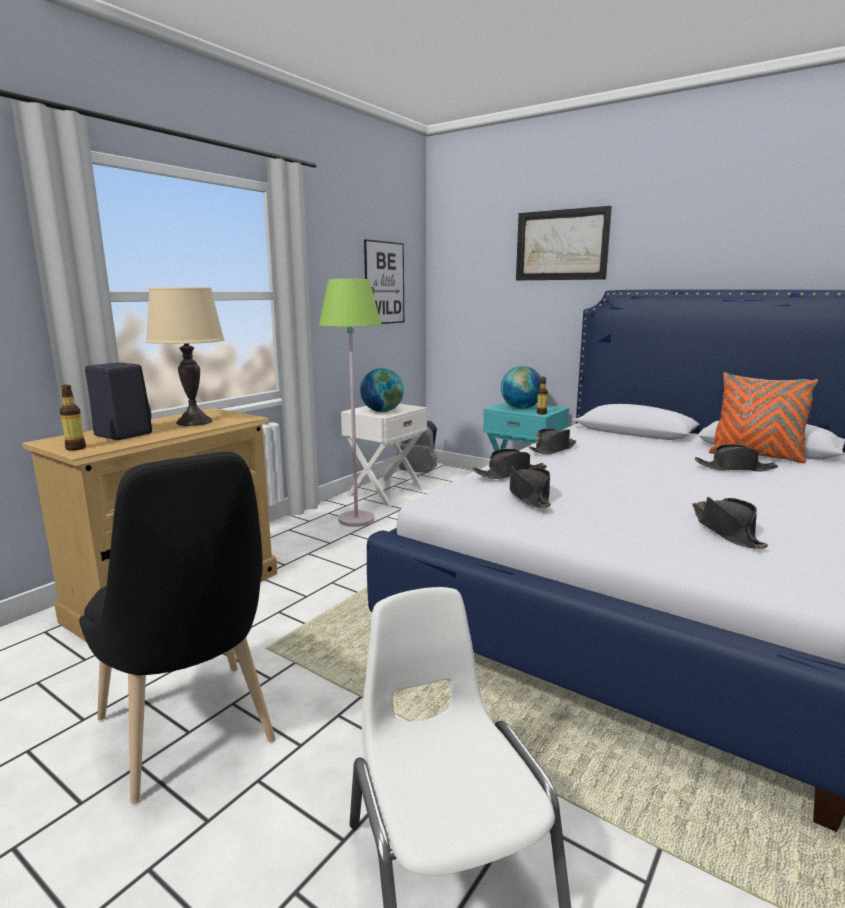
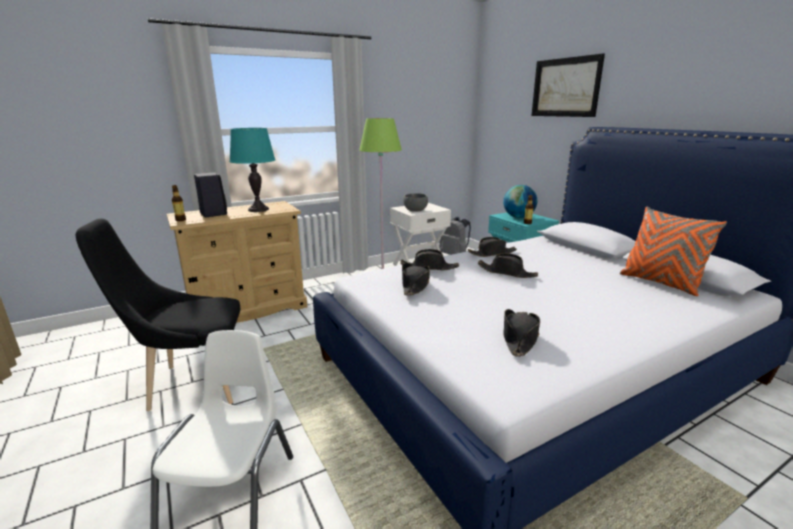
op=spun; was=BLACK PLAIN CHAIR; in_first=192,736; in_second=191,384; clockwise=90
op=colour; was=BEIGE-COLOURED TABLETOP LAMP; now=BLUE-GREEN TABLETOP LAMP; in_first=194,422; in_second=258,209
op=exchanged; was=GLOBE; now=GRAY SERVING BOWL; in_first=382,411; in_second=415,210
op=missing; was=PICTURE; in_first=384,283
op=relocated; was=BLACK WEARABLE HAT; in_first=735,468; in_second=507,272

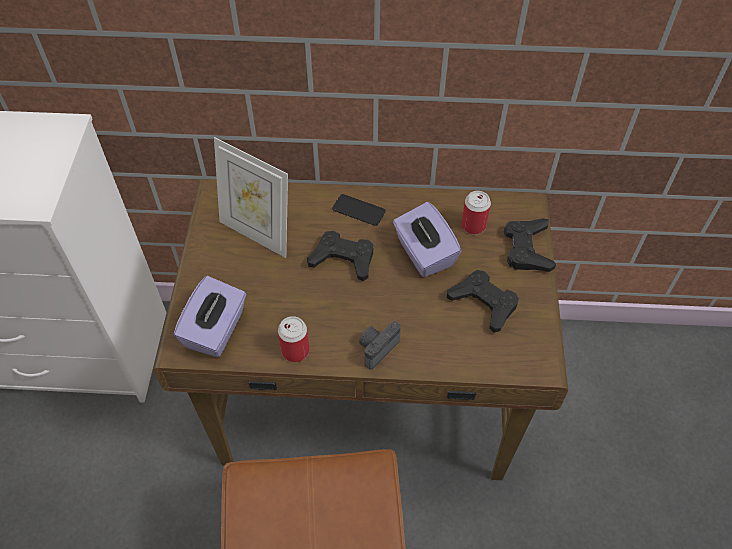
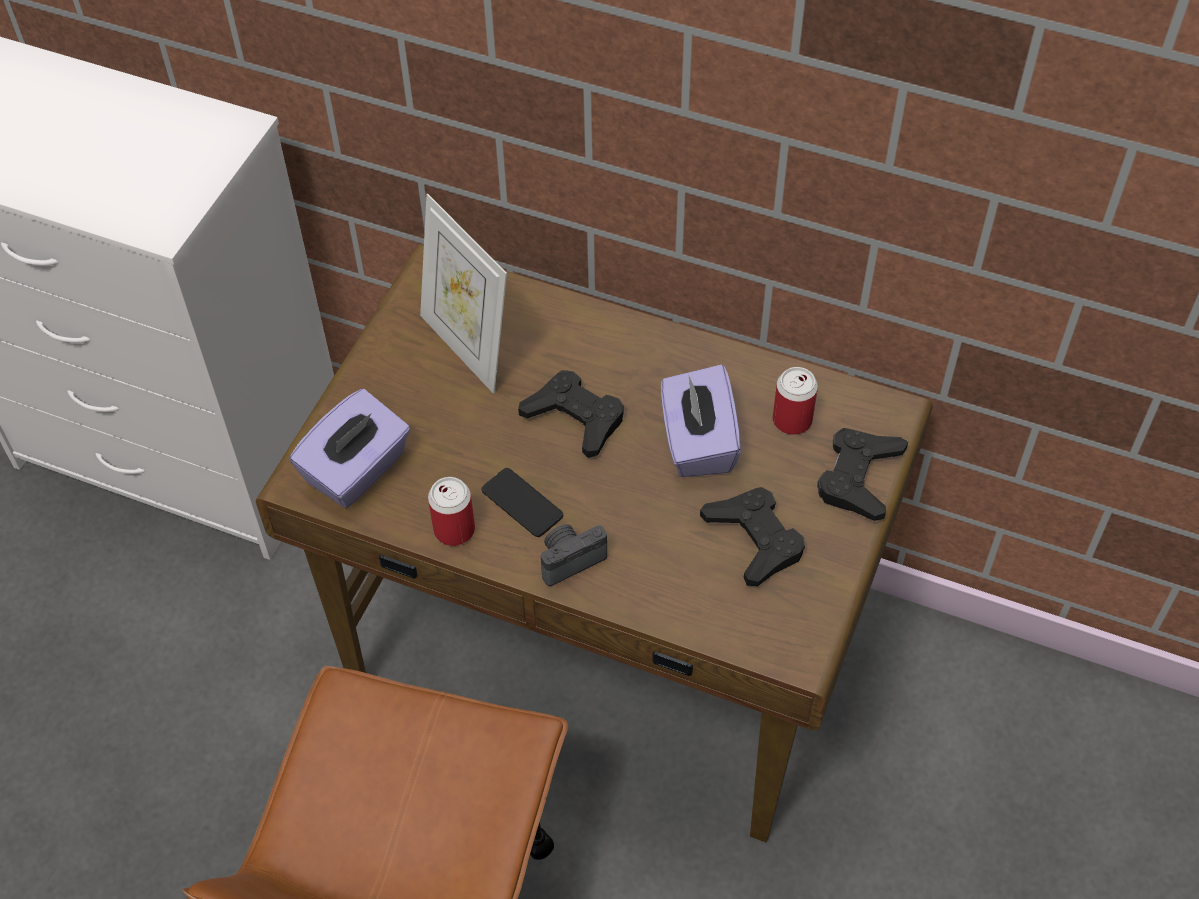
op=relocated; was=HANDSET; in_first=358,210; in_second=522,503

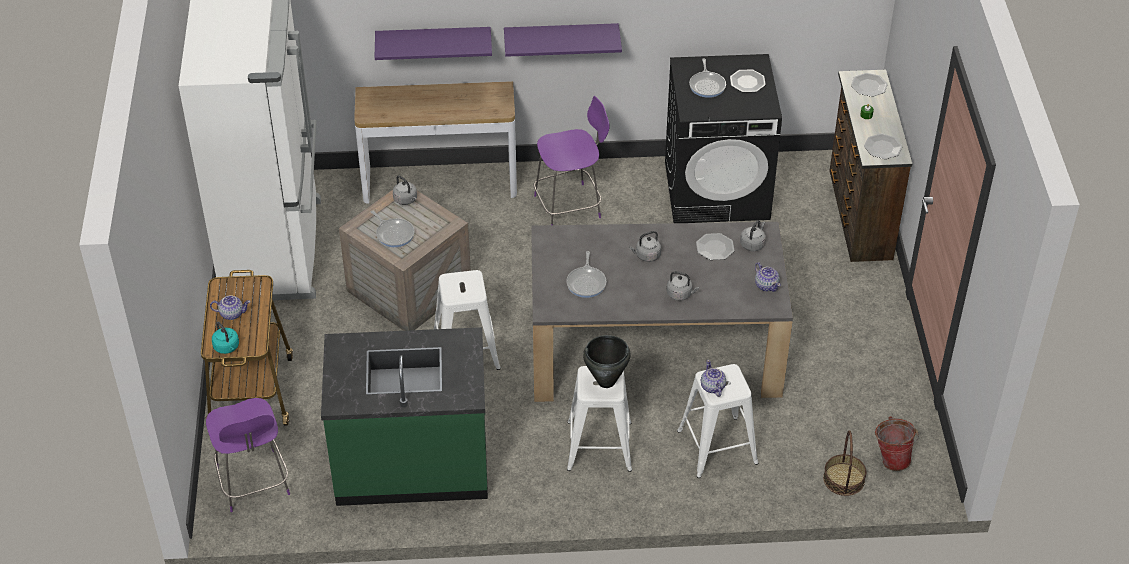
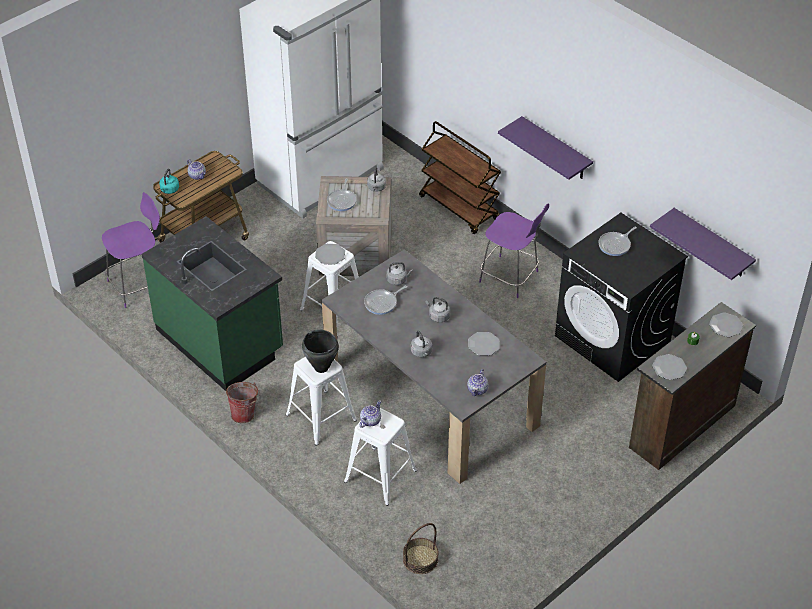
op=spun; was=PURPLE PLAIN CHAIR; in_first=253,483; in_second=138,285; clockwise=-150
op=exchanged; was=HALL TABLE; now=BROWNISH TROLLEY; in_first=440,182; in_second=459,208
op=relocated; was=PURPLE BRACKET SHELF; in_first=433,42; in_second=712,244
op=relocated; was=PLATE; in_first=747,82; in_second=330,255
op=relocated; was=GRAY WATER KETTLE; in_first=753,244; in_second=398,280
op=relocated; was=PAIL; in_first=892,458; in_second=245,413

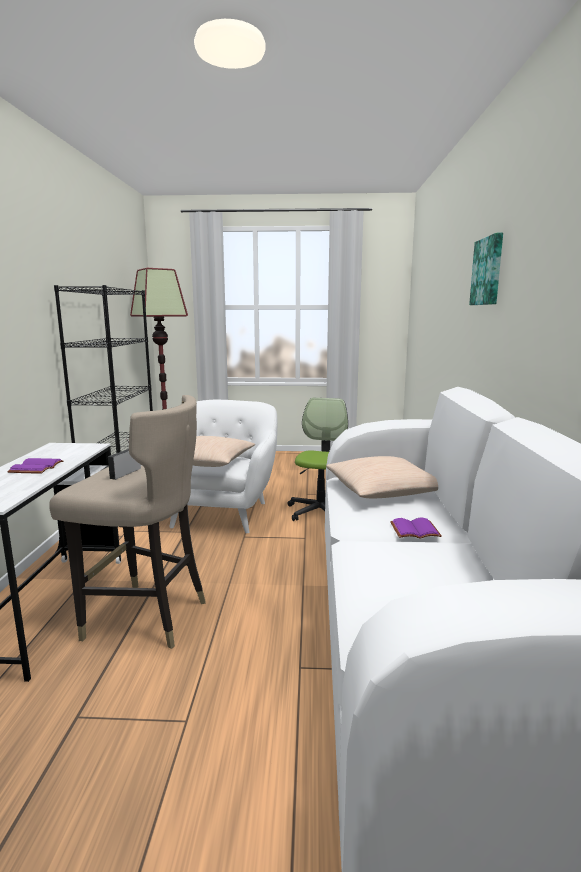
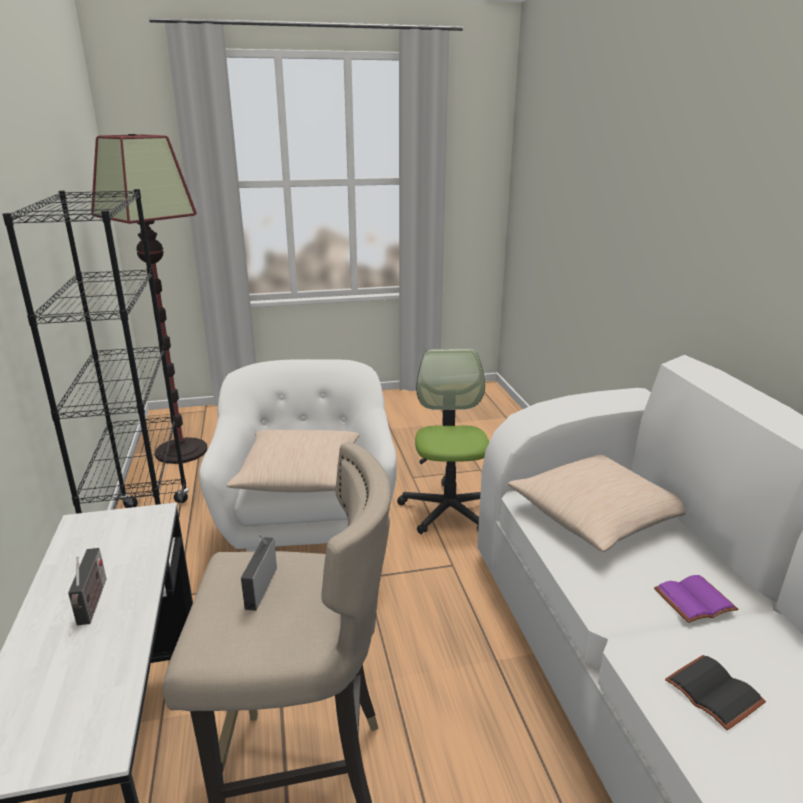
op=exchanged; was=PURPLE BOOK; now=RADIO SET; in_first=35,467; in_second=92,603
op=missing; was=PICTURE; in_first=488,271
op=appeared; now=BLACK BOOK; in_second=716,692

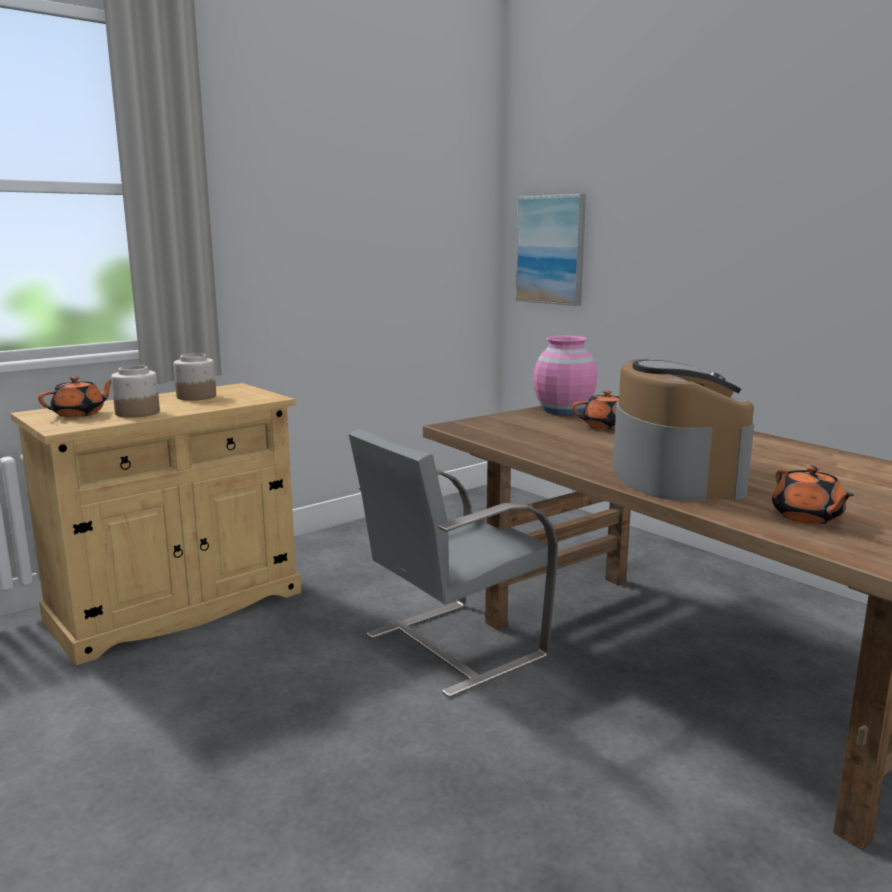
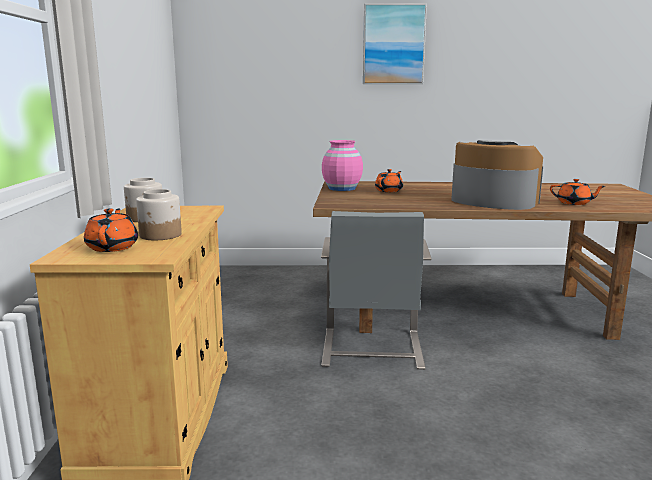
op=relocated; was=PICTURE; in_first=551,250; in_second=393,45

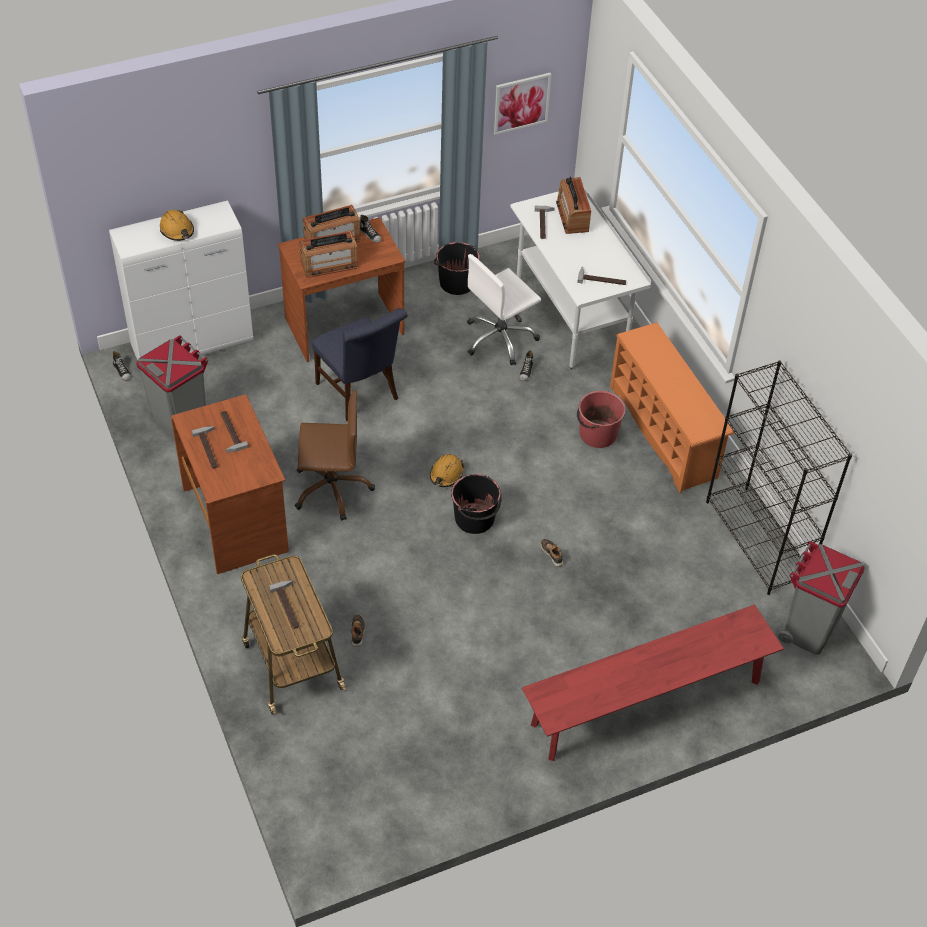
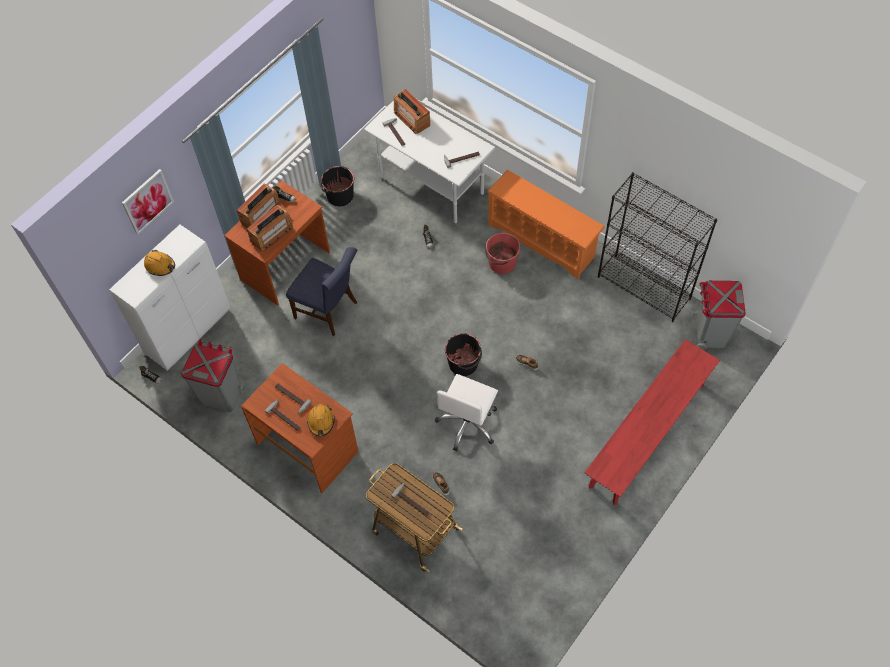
op=missing; was=BROWNISH OFFICE CHAIR; in_first=332,488
op=relocated; was=ORANGEY HARD HAT; in_first=446,474; in_second=321,422
op=relocated; was=WHITISH OFFICE CHAIR; in_first=500,339; in_second=468,423
op=relocated; was=PICTURE; in_first=521,103; in_second=147,201

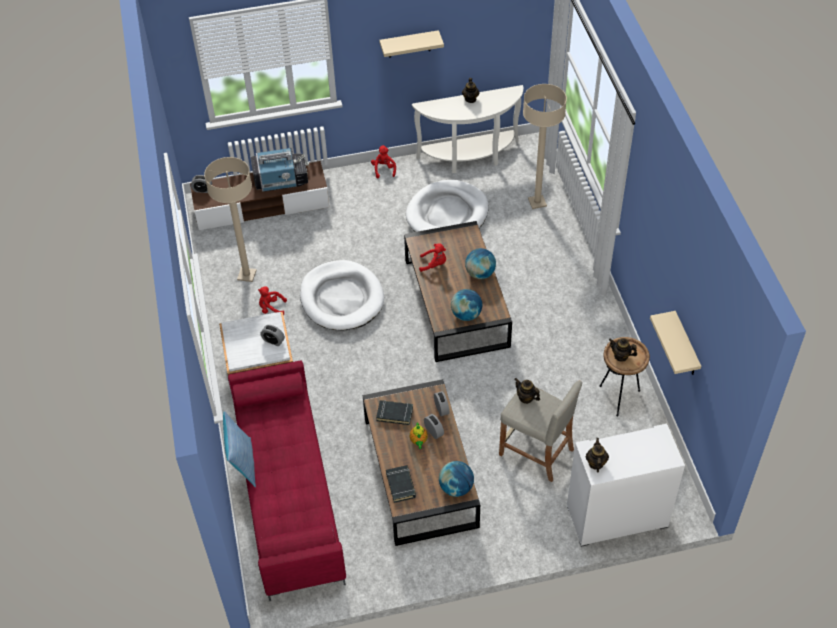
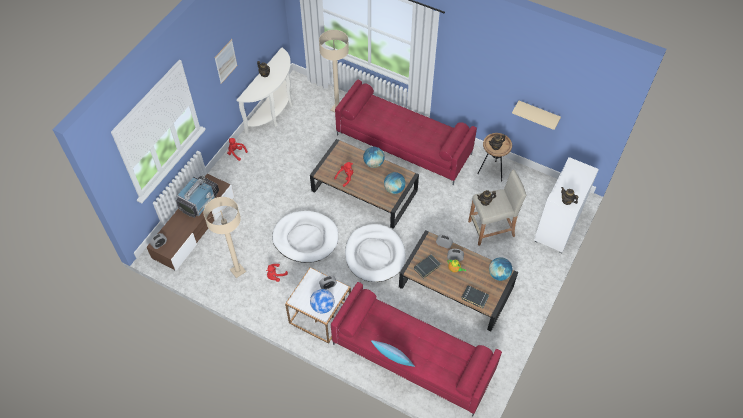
op=exchanged; was=BEIGE-COLOURED BRACKET SHELF; now=PICTURE; in_first=409,44; in_second=226,61
op=relocated; was=WHITISH DOG CUSHION; in_first=447,214; in_second=375,254
op=appeared; now=GLOBE; in_second=322,306
op=appeared; now=RED-COLOURED COUCH; in_second=404,144

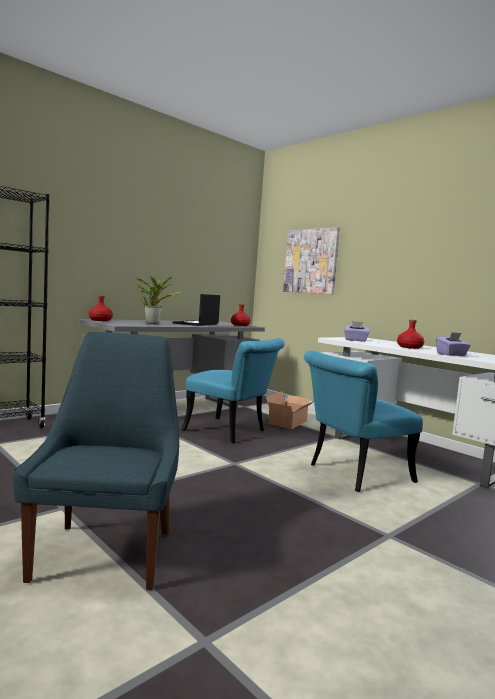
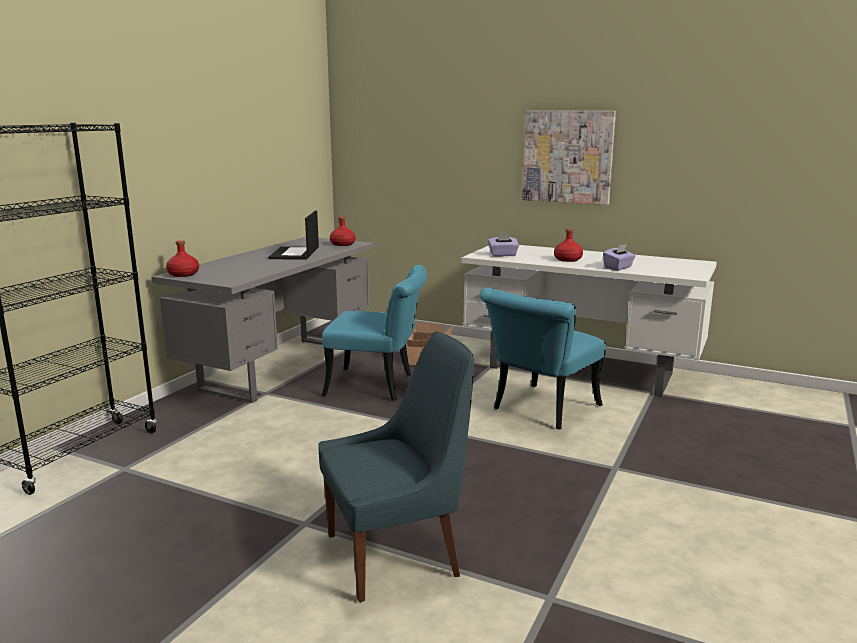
op=spun; was=BLUISH PLAIN CHAIR; in_first=106,552; in_second=397,554; clockwise=90
op=missing; was=PLANT IN A POT; in_first=152,323
op=relocated; was=PICTURE; in_first=311,261; in_second=567,157

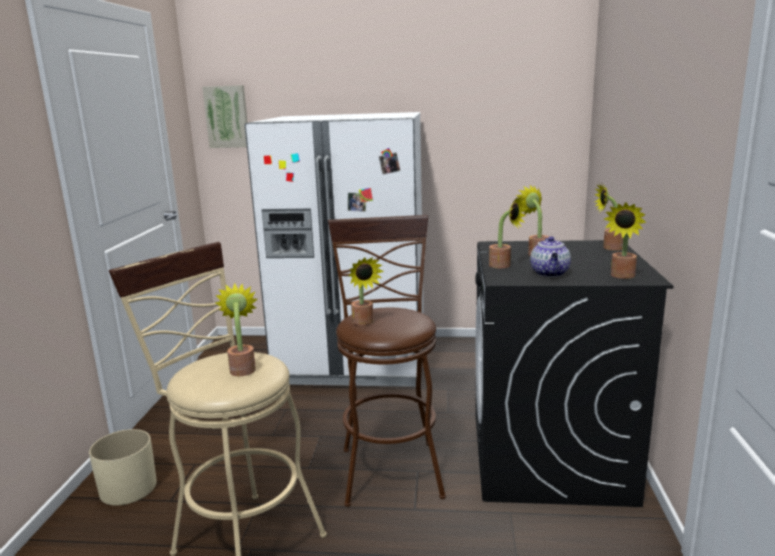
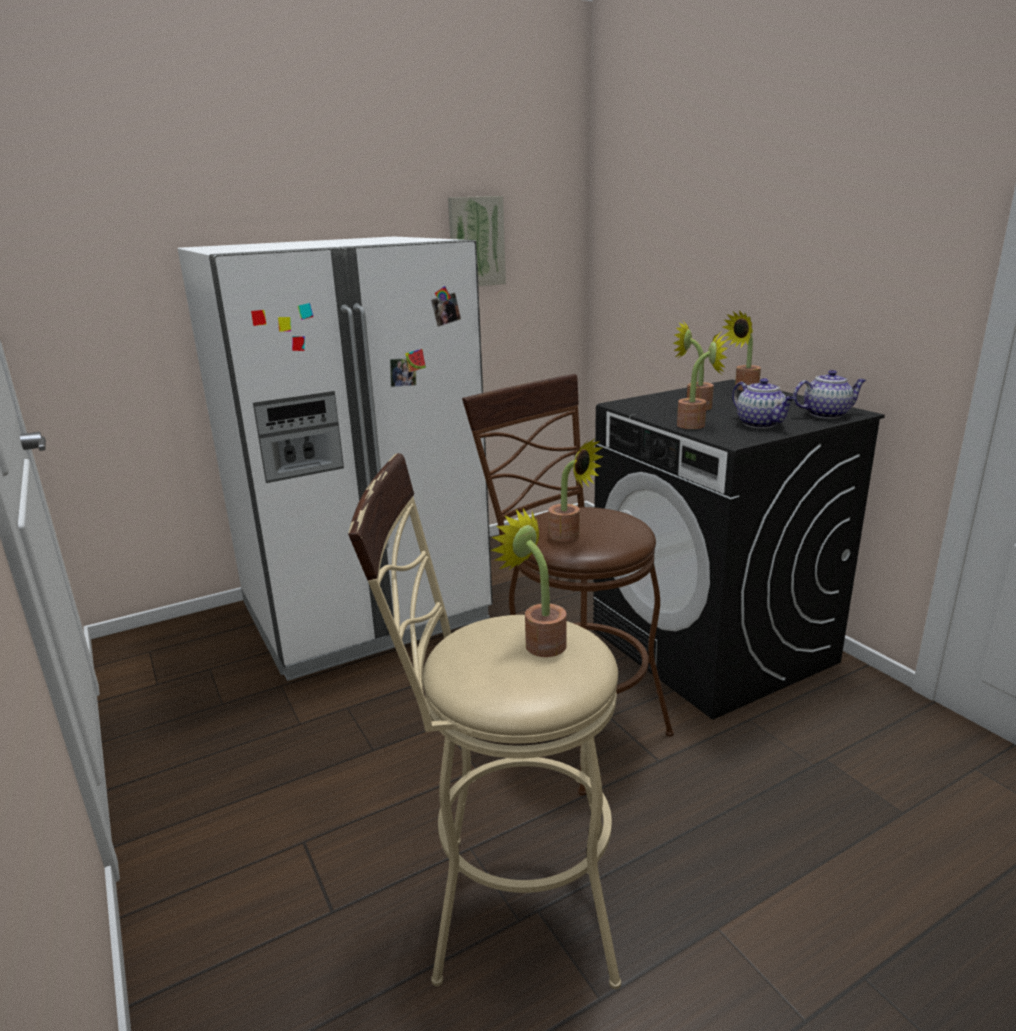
op=missing; was=BEIGE-COLOURED PLANTER; in_first=128,488
op=relocated; was=PICTURE; in_first=227,117; in_second=475,242
op=exchanged; was=PLANT IN A POT; now=TEAPOT; in_first=621,276; in_second=826,414

